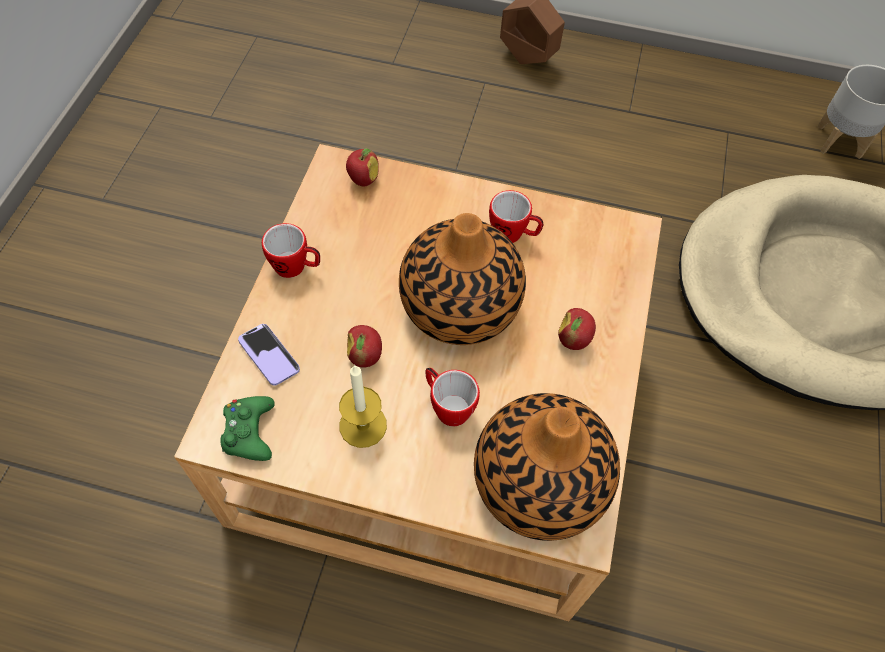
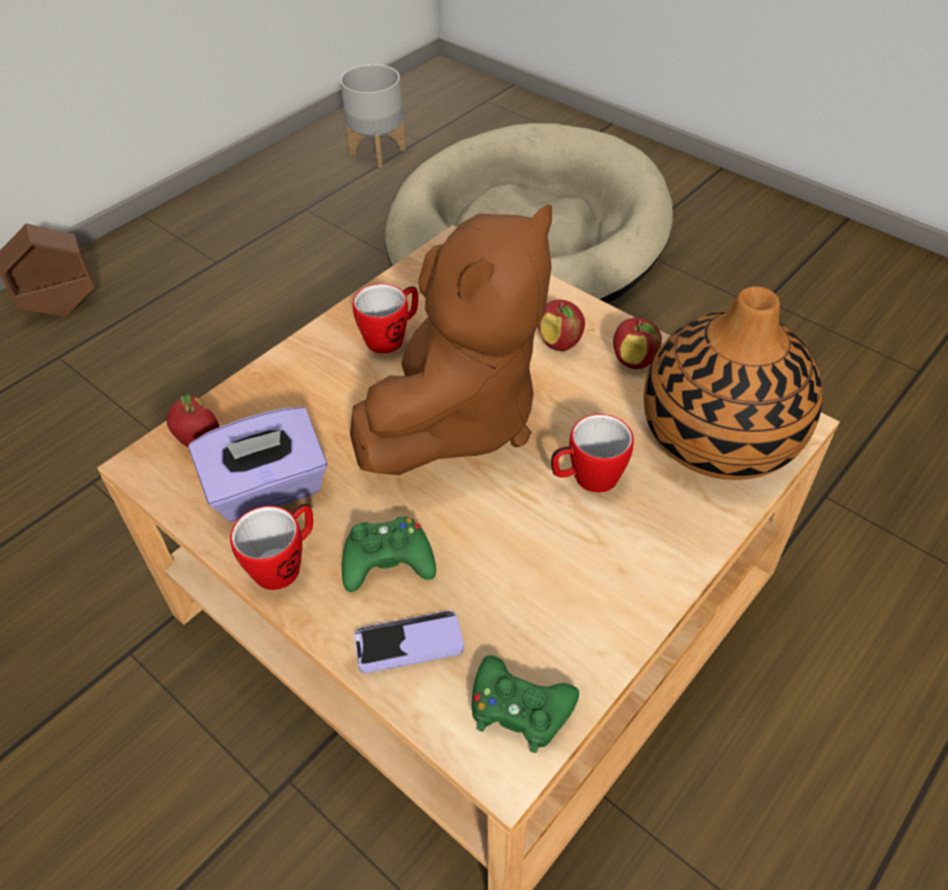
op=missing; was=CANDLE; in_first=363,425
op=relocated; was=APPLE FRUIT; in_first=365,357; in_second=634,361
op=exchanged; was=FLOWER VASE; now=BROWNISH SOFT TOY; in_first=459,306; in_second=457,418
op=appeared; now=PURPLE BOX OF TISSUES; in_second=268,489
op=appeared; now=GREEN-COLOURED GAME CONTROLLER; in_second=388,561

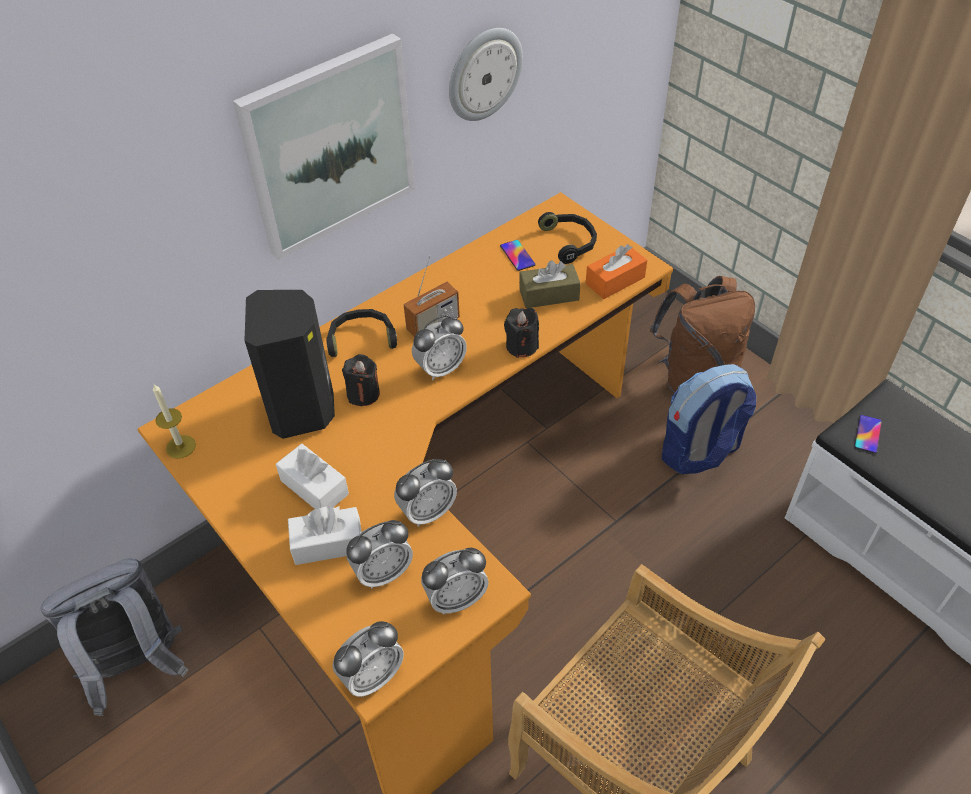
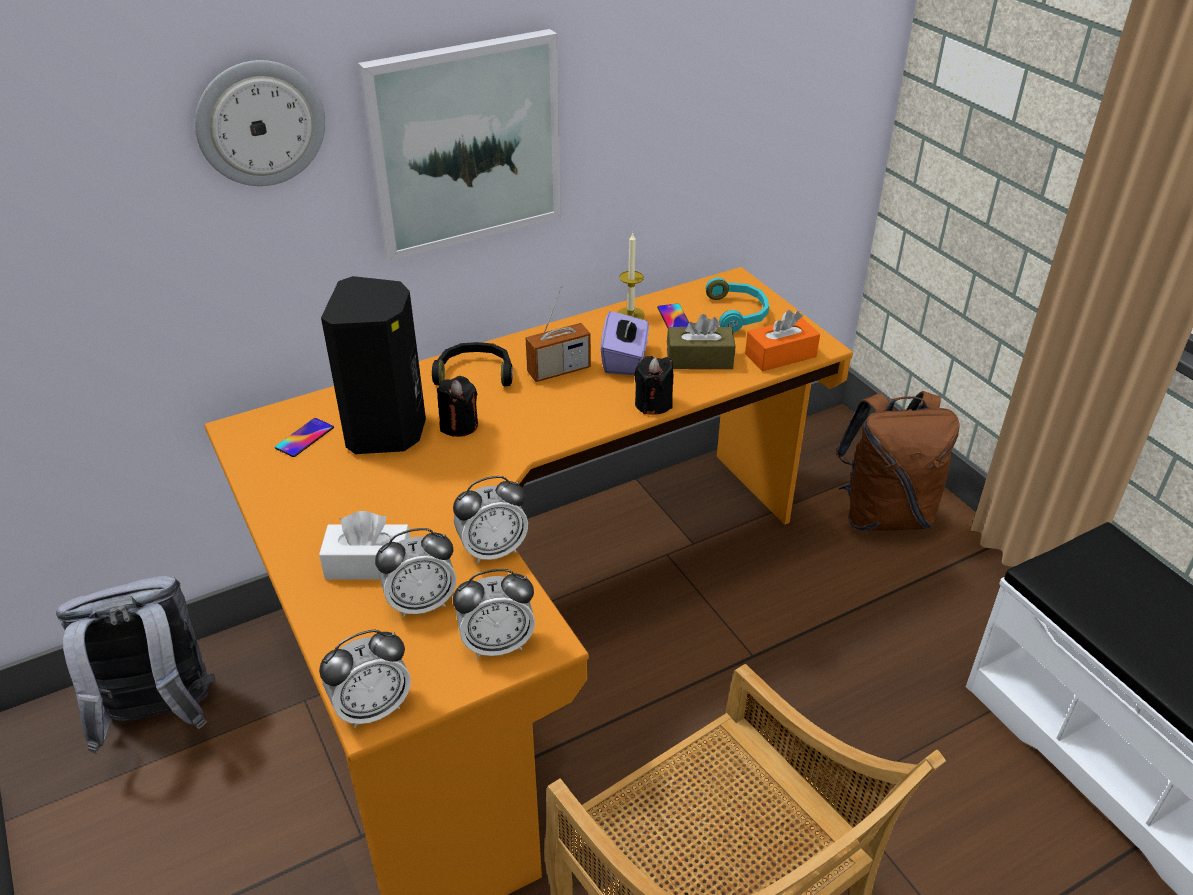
op=relocated; was=CANDLE; in_first=181,447; in_second=630,315
op=missing; was=WHITISH BOX OF TISSUES; in_first=314,487
op=missing; was=TABLE CLOCK; in_first=440,368
op=relocated; was=CLOCK ON THE WALL; in_first=484,74; in_second=260,123
op=colour; was=BLACK HEADSET; now=BLUE-GREEN HEADSET; in_first=570,242; in_second=738,313
op=missing; was=KNAPSACK; in_first=699,452
op=relocated; was=HANDSET; in_first=868,434; in_second=304,438
op=appeared; now=PURPLE BOX OF TISSUES; in_second=624,360

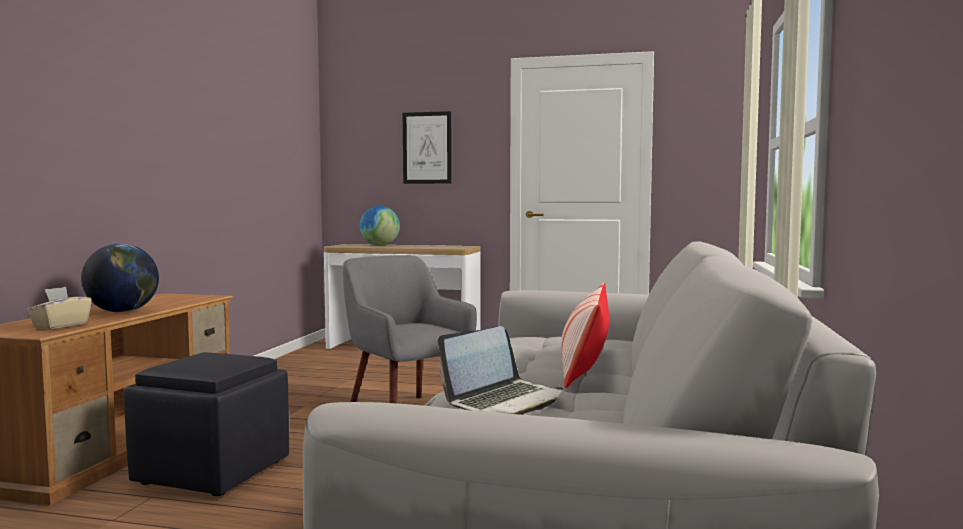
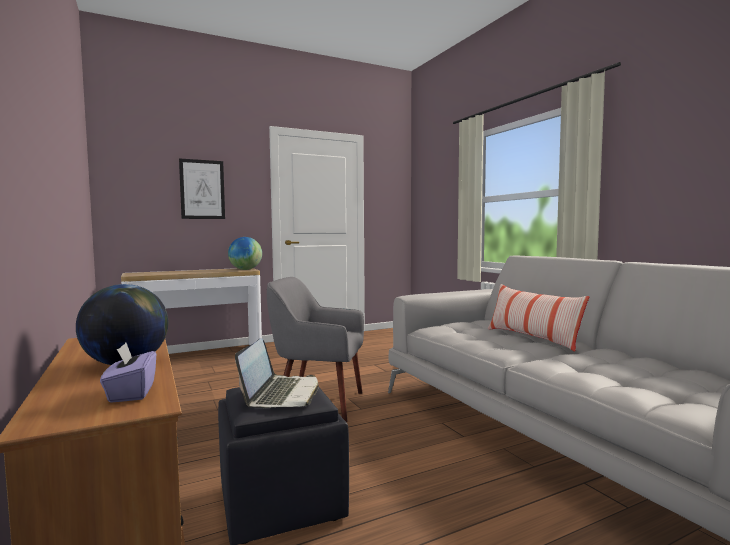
op=colour; was=BEIGE-COLOURED BOX OF TISSUES; now=PURPLE BOX OF TISSUES; in_first=60,326; in_second=131,393
op=relocated; was=GLOBE; in_first=380,245; in_second=245,269
op=relocated; was=LAPTOP; in_first=504,401; in_second=281,394

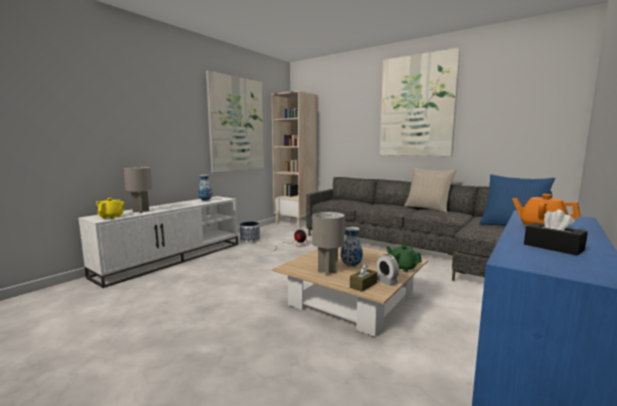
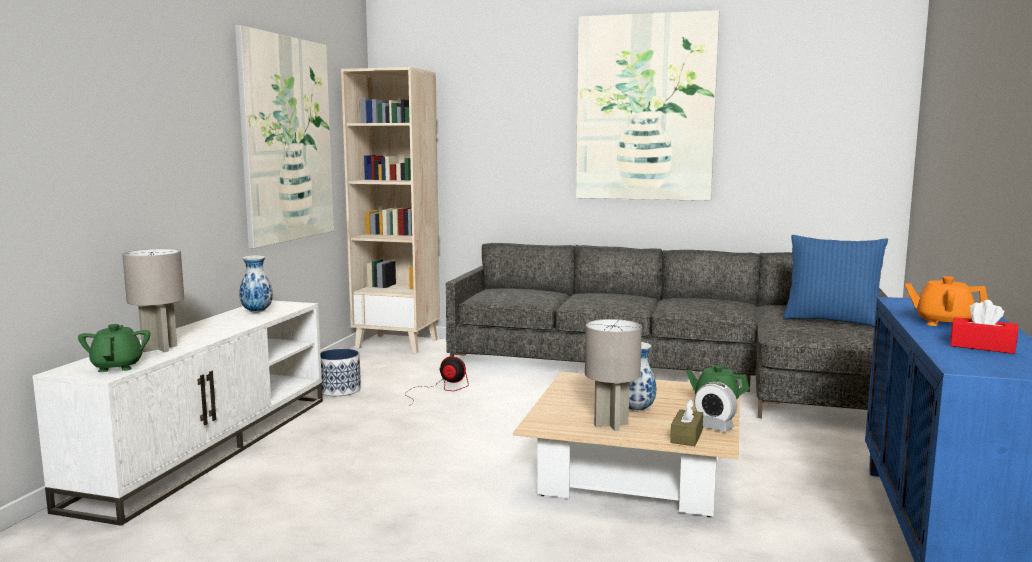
op=colour; was=YELLOWISH TEAPOT; now=GREEN-COLOURED TEAPOT; in_first=111,217; in_second=117,367
op=missing; was=BEIGE-COLOURED THROW PILLOW; in_first=427,208
op=colour; was=BLACK BOX OF TISSUES; now=RED-COLOURED BOX OF TISSUES; in_first=553,247; in_second=982,346

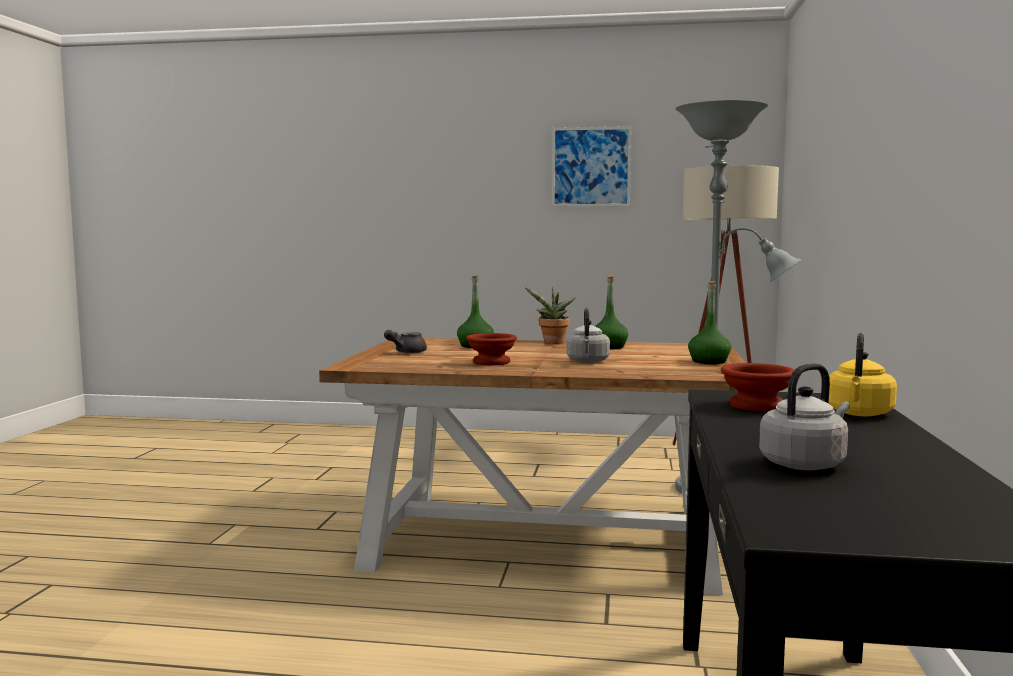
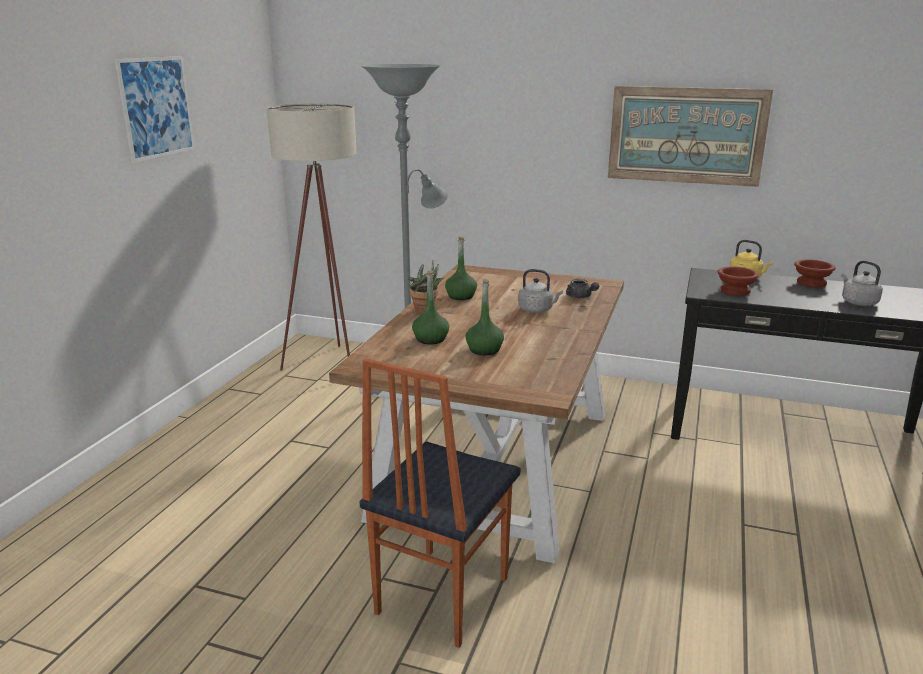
op=relocated; was=GRAY TEAPOT; in_first=406,352; in_second=580,297
op=relocated; was=BROWNISH SERVING BOWL; in_first=493,362; in_second=810,283
op=relocated; was=GREEN-COLOURED BOTTLE; in_first=709,362; in_second=484,350
op=appeared; now=PLAIN CHAIR; in_second=440,595
op=appeared; now=PICTURE; in_second=686,135

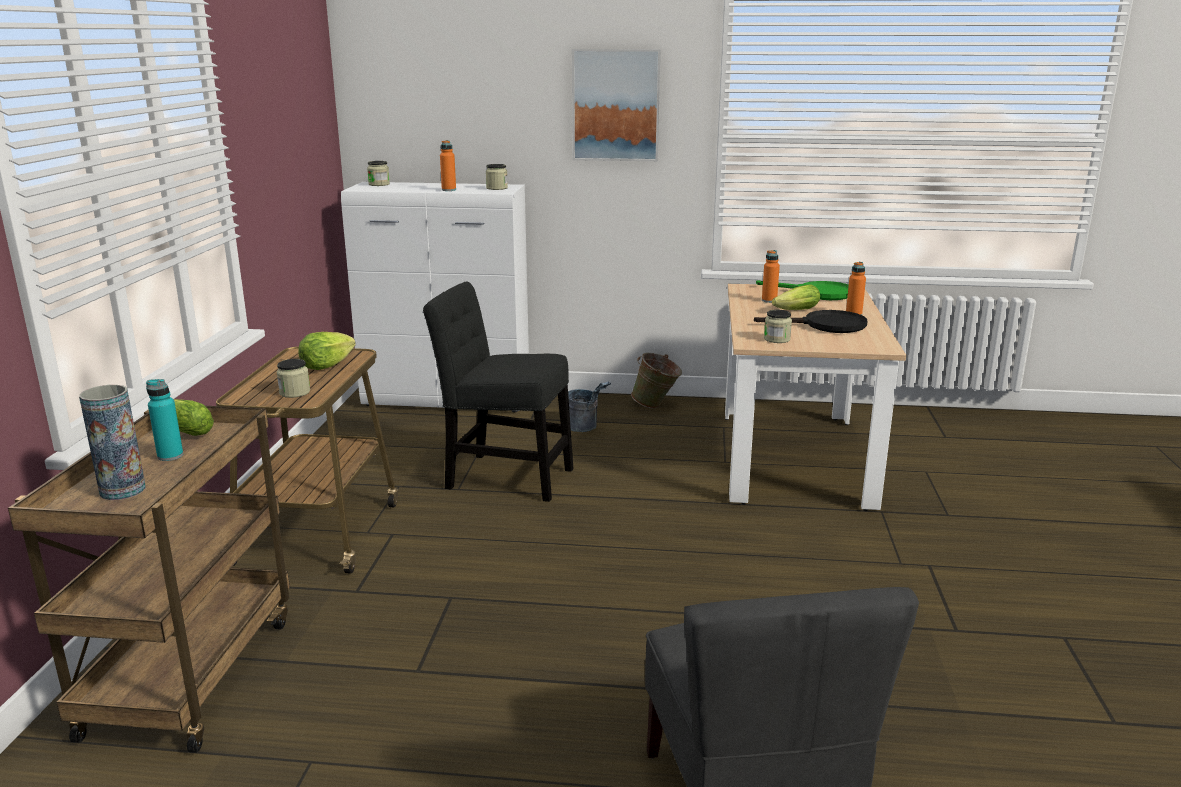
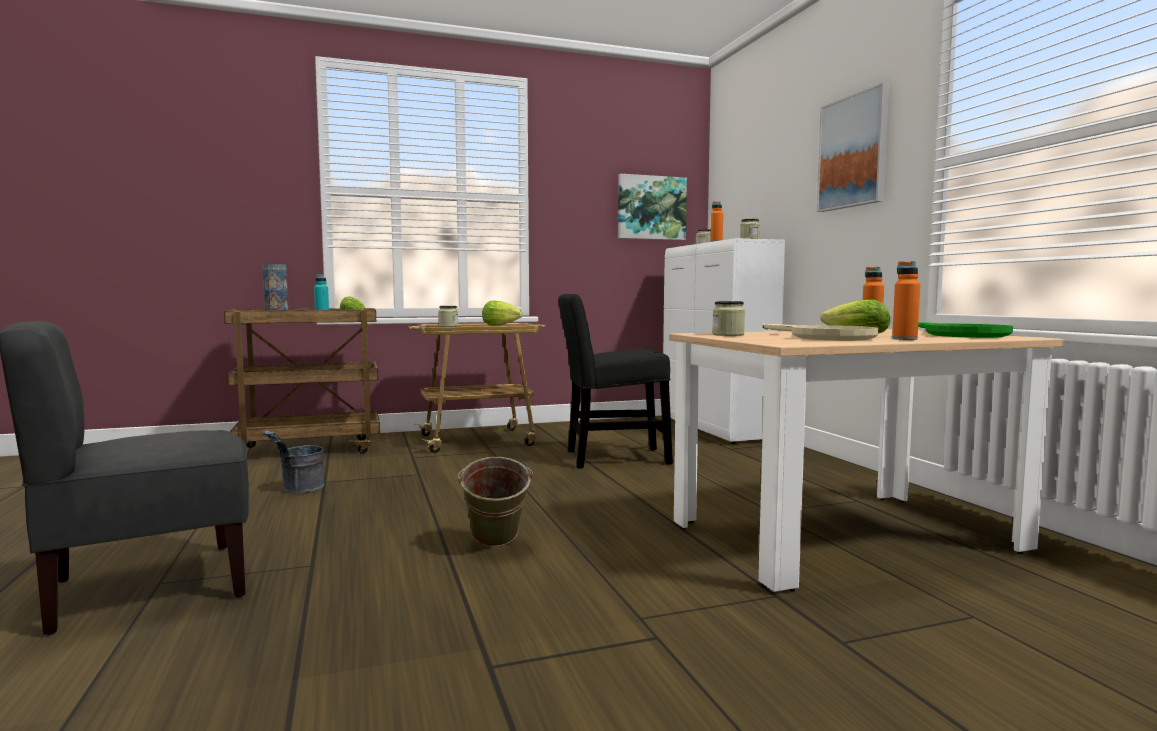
op=spun; was=BLACK PLAIN CHAIR; in_first=503,477; in_second=611,458; clockwise=-90
op=relocated; was=GRAY PAIL; in_first=585,427; in_second=298,490
op=relocated; was=GREEN-COLOURED PAIL; in_first=656,406; in_second=495,545
op=colour; was=BLACK FRYING PAN; now=BEIGE-COLOURED FRYING PAN; in_first=826,326; in_second=823,337
op=appeared; now=PICTURE; in_second=651,208

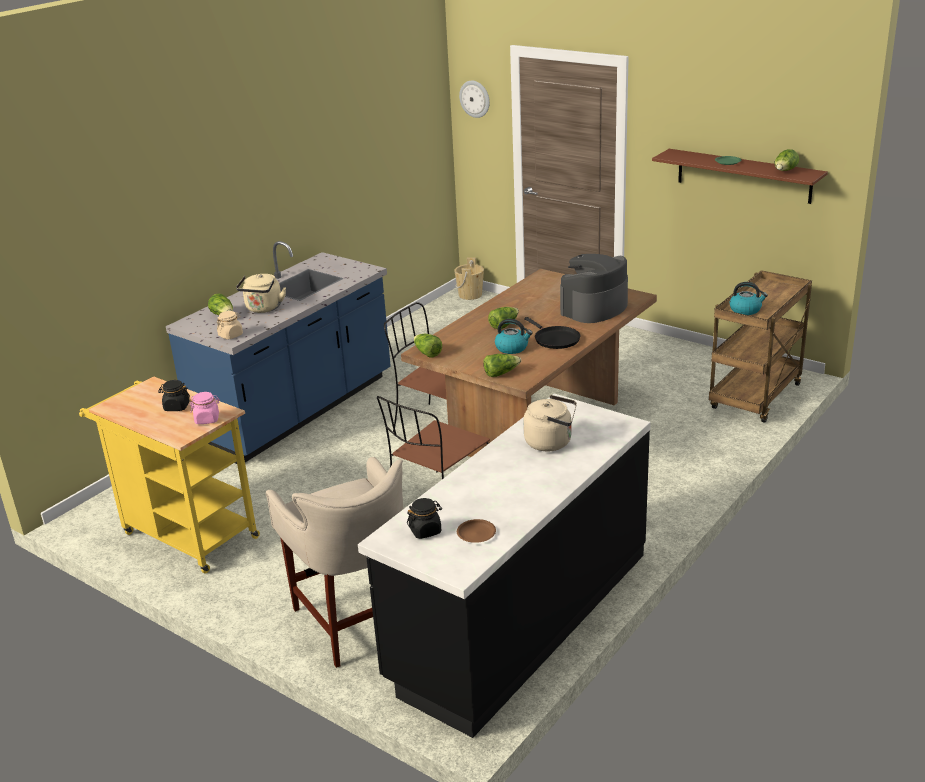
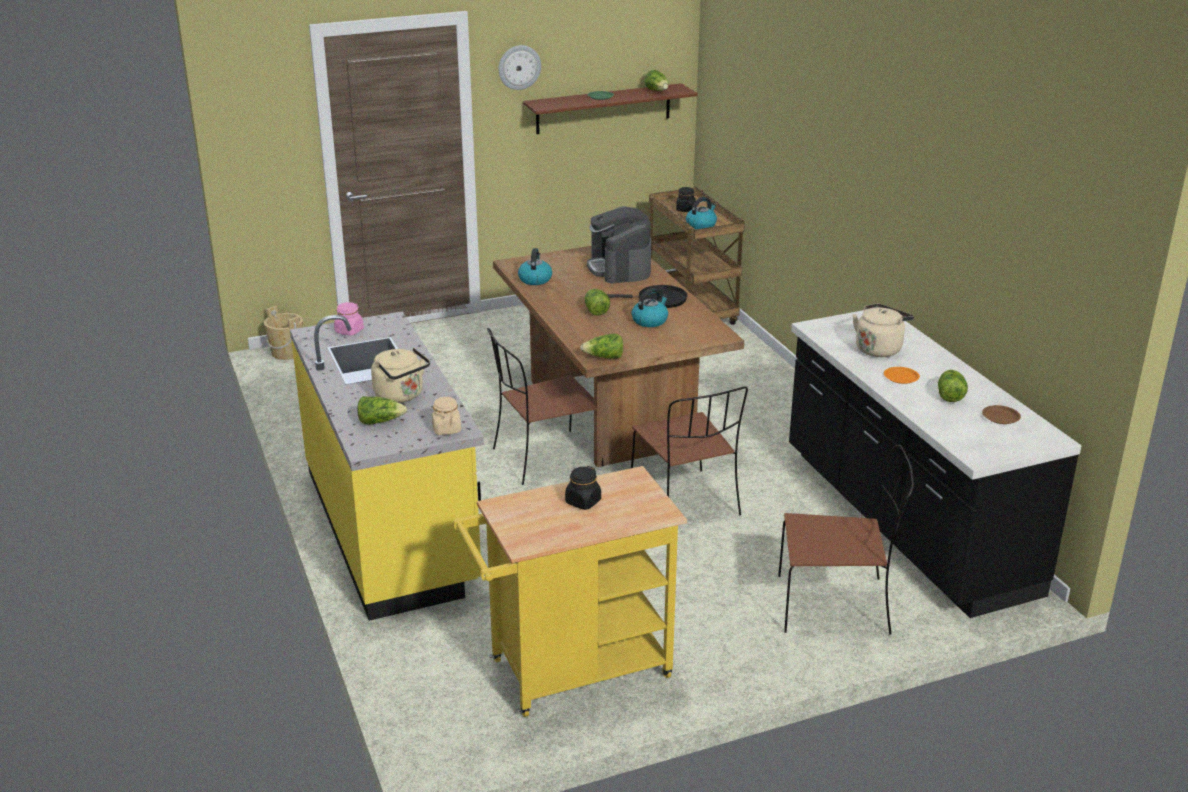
op=colour; was=BLUISH COUNTER; now=YELLOWISH COUNTER; in_first=297,411; in_second=392,528
op=relocated; was=PINK STORAGE JAR; in_first=207,419; in_second=349,331
op=exchanged; was=BEIGE-COLOURED STOOL SEAT; now=BROWNISH PLAIN CHAIR; in_first=356,619; in_second=836,605
op=relocated; was=BLACK STORAGE JAR; in_first=425,530; in_second=685,209
op=relocated; was=CLOCK ON THE WALL; in_first=475,98; in_second=519,67
op=relocated; was=LETTUCE; in_first=501,373; in_second=949,395
op=appeared; now=WATER KETTLE; in_second=535,279
op=appeared; now=ORANGEY PLATE; in_second=901,377

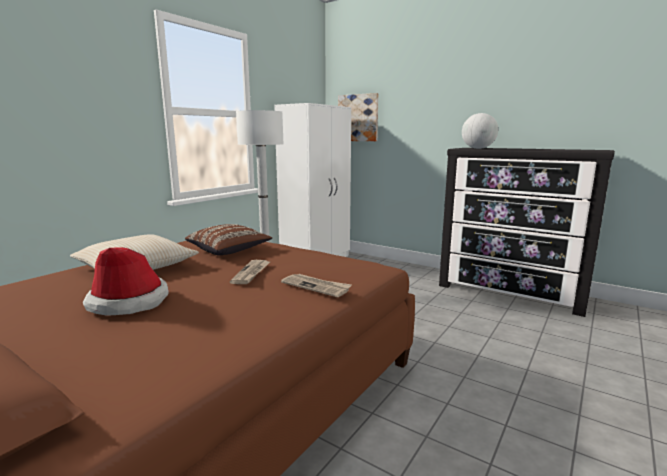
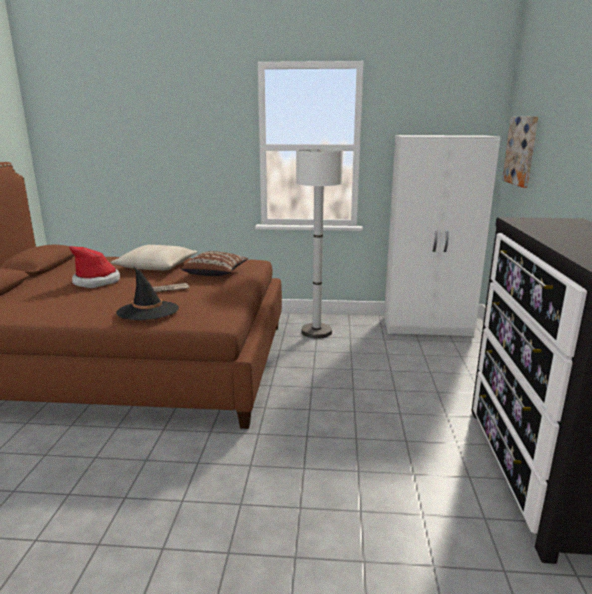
op=exchanged; was=DAILY PAPER; now=BLACK WEARABLE HAT; in_first=316,286; in_second=148,311
op=missing; was=GLOBE; in_first=478,148

